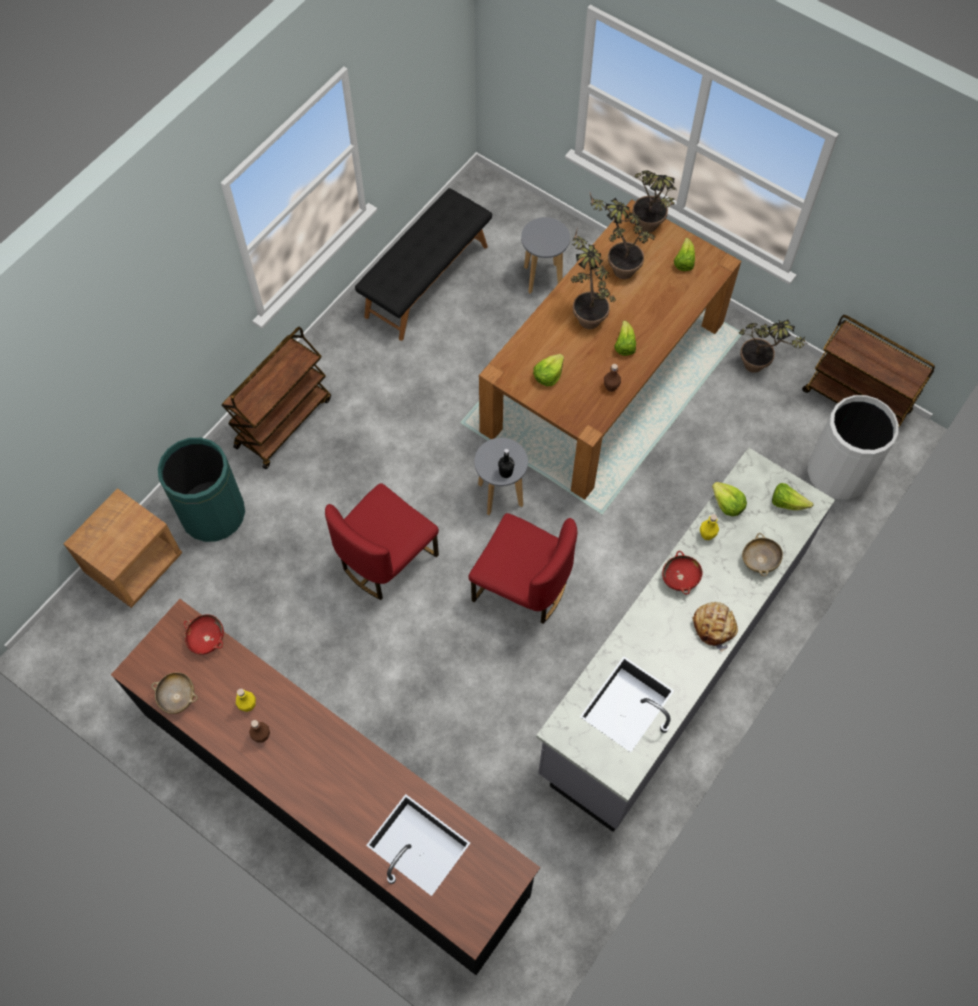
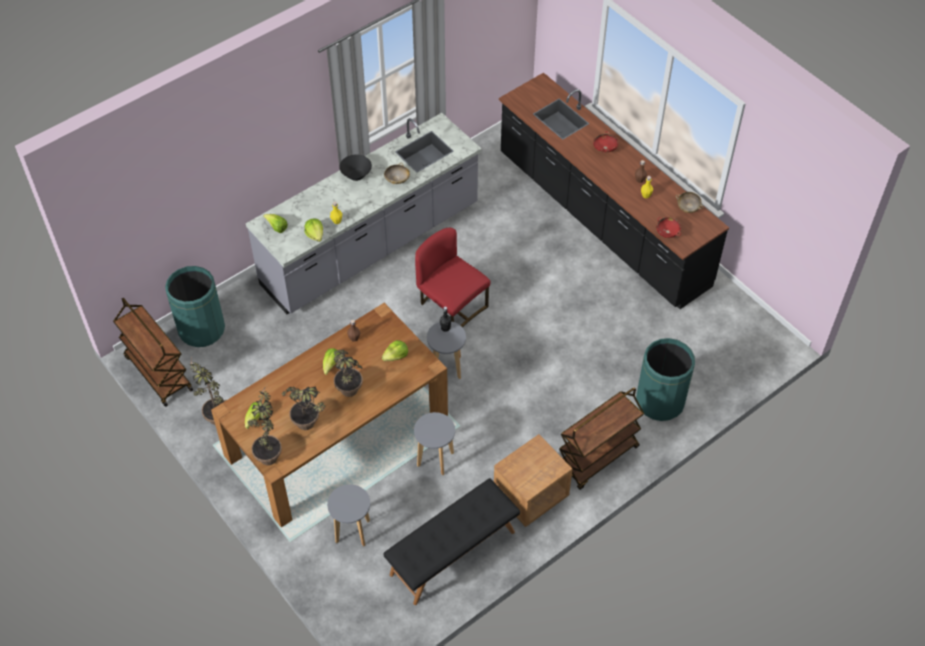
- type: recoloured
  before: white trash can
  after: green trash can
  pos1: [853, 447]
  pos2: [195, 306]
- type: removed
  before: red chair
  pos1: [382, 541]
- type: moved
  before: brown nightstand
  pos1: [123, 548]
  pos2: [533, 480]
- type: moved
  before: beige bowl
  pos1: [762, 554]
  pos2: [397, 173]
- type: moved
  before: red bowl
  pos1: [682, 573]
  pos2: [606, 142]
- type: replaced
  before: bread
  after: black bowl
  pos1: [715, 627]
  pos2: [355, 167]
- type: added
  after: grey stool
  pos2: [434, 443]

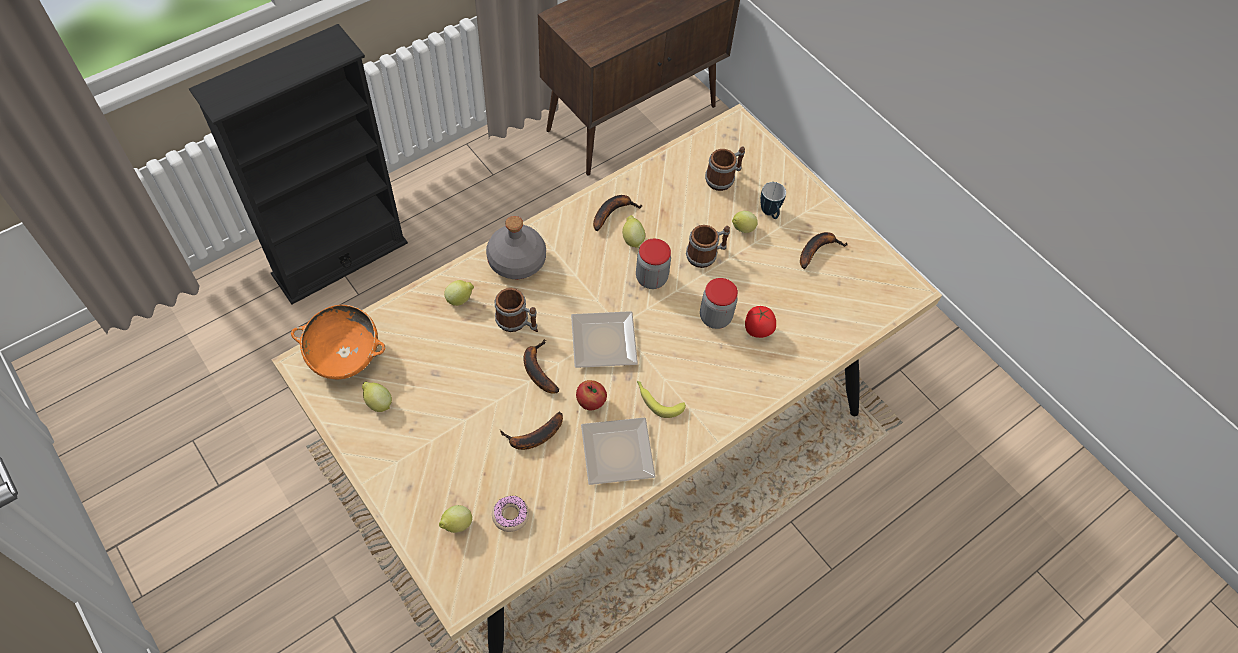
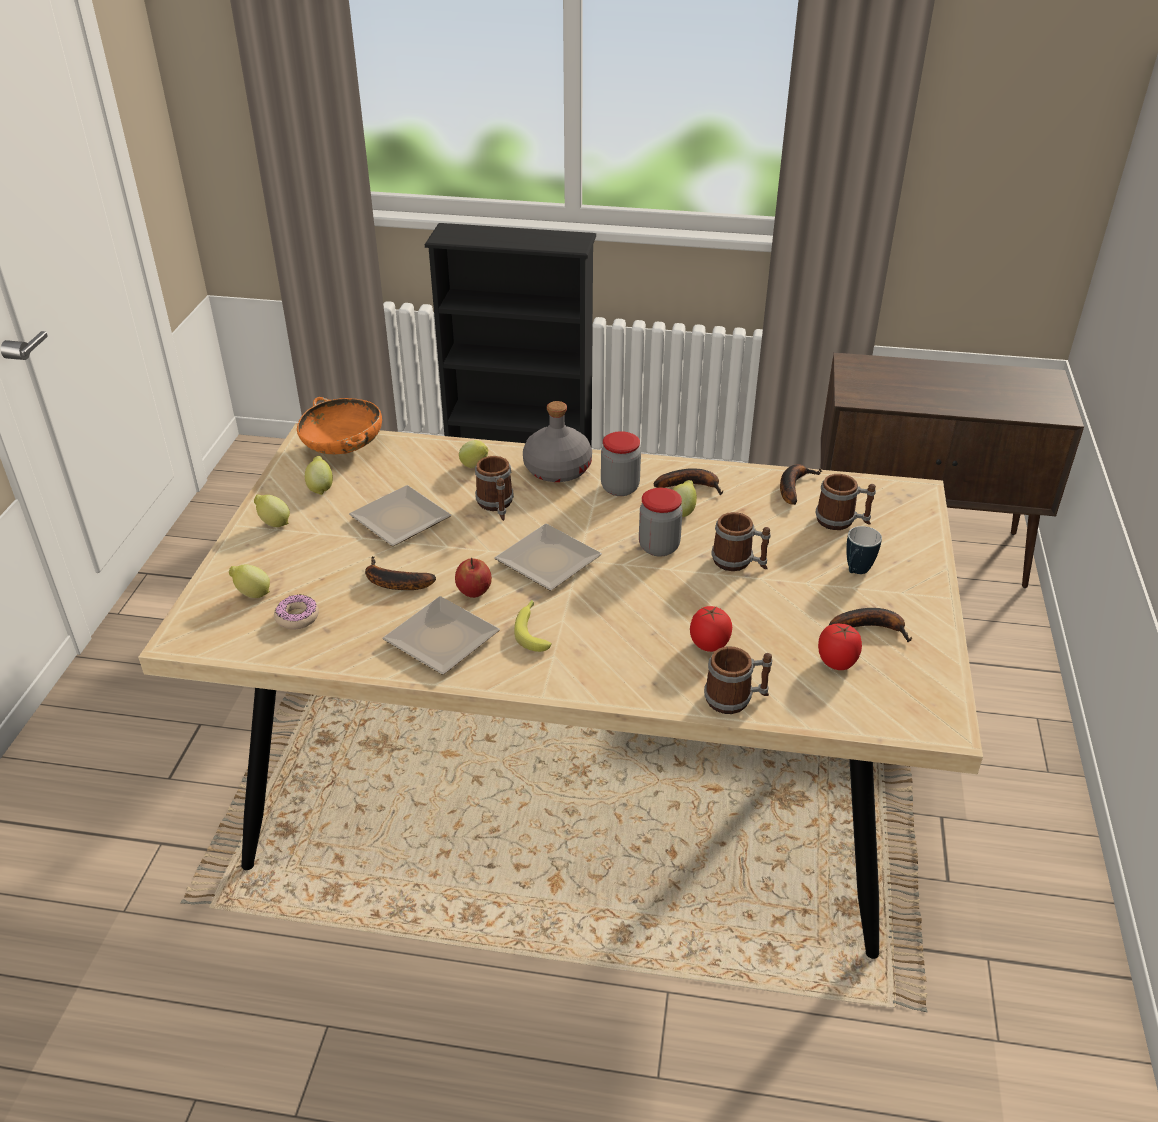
- type: moved
  before: lemon
  pos1: [745, 222]
  pos2: [272, 511]
- type: moved
  before: jar
  pos1: [719, 303]
  pos2: [621, 463]
- type: moved
  before: banana
  pos1: [541, 366]
  pos2: [801, 484]
- type: added
  after: plate
  pos2: [400, 515]
- type: added
  after: tomato
  pos2: [840, 647]
- type: added
  after: mug
  pos2: [738, 680]

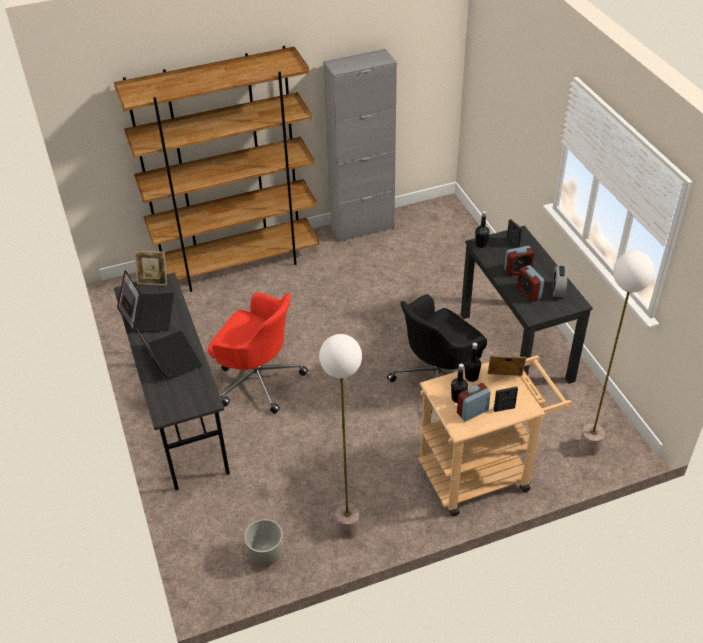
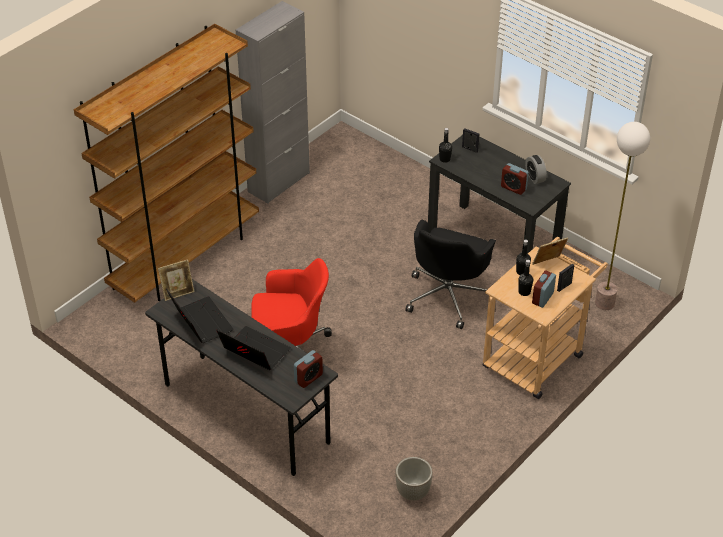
- type: moved
  before: alarm clock
  pos1: [519, 261]
  pos2: [308, 369]
- type: removed
  before: floor lamp
  pos1: [340, 436]

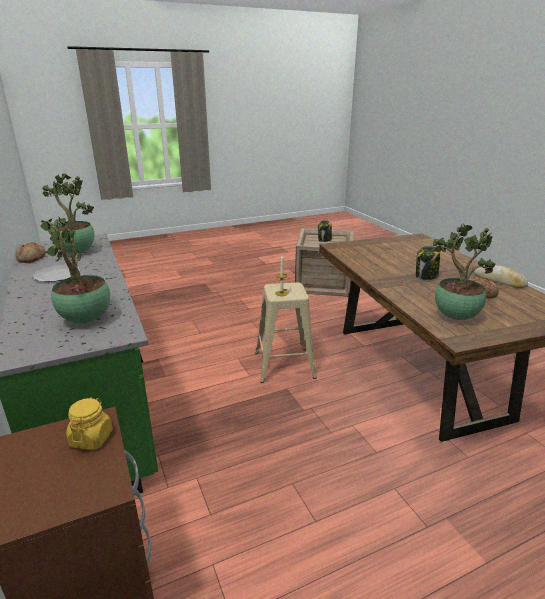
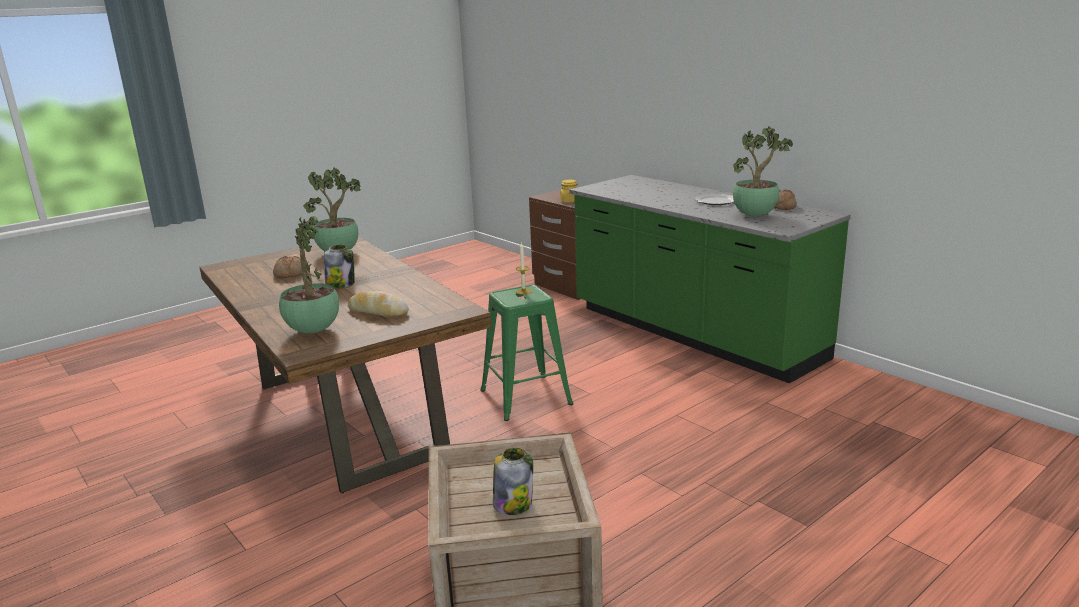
- type: moved
  before: potted plant
  pos1: [75, 269]
  pos2: [309, 274]
- type: moved
  before: bread
  pos1: [501, 276]
  pos2: [378, 304]
- type: recoloured
  before: beige stool
  after: green stool
  pos1: [286, 333]
  pos2: [526, 353]

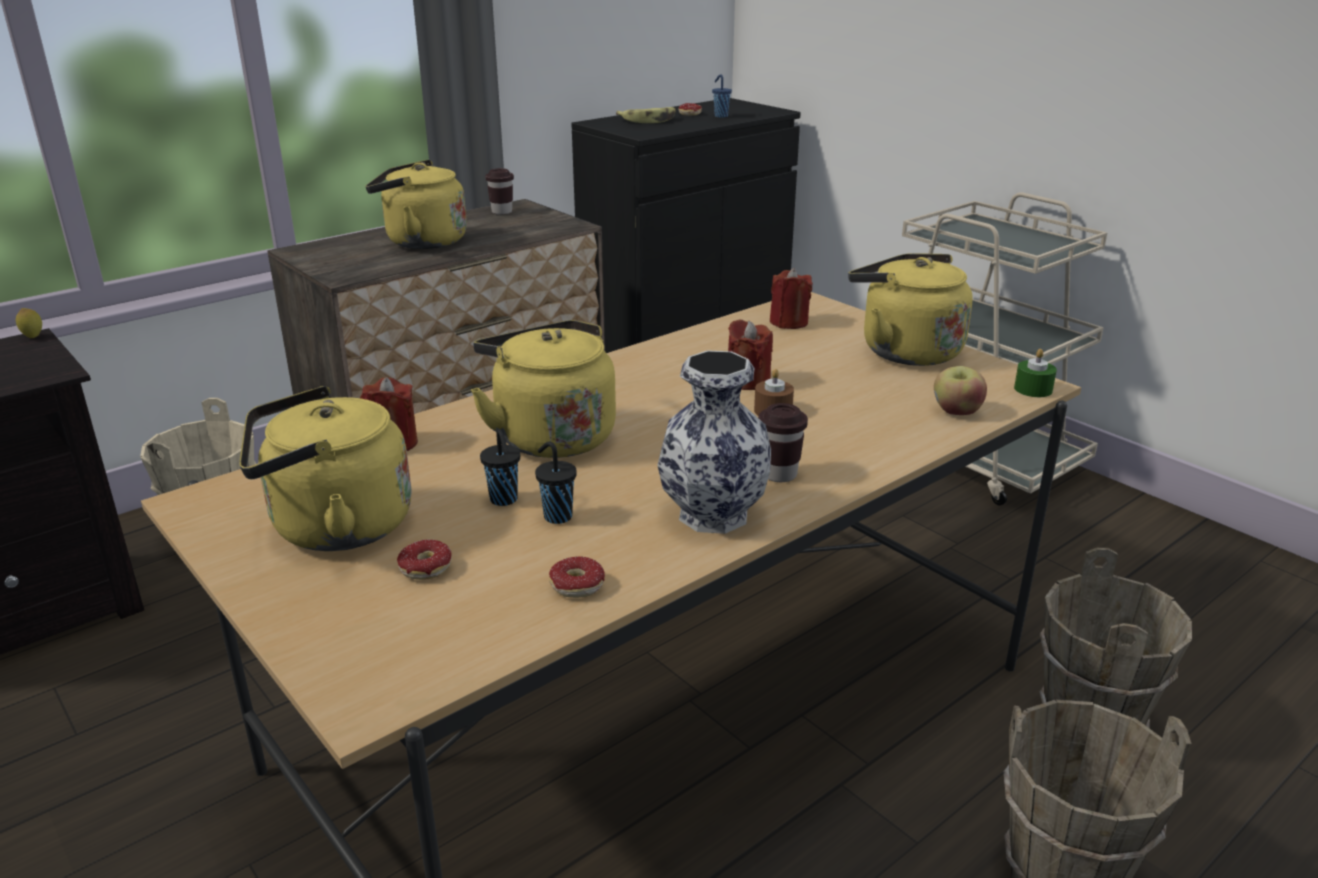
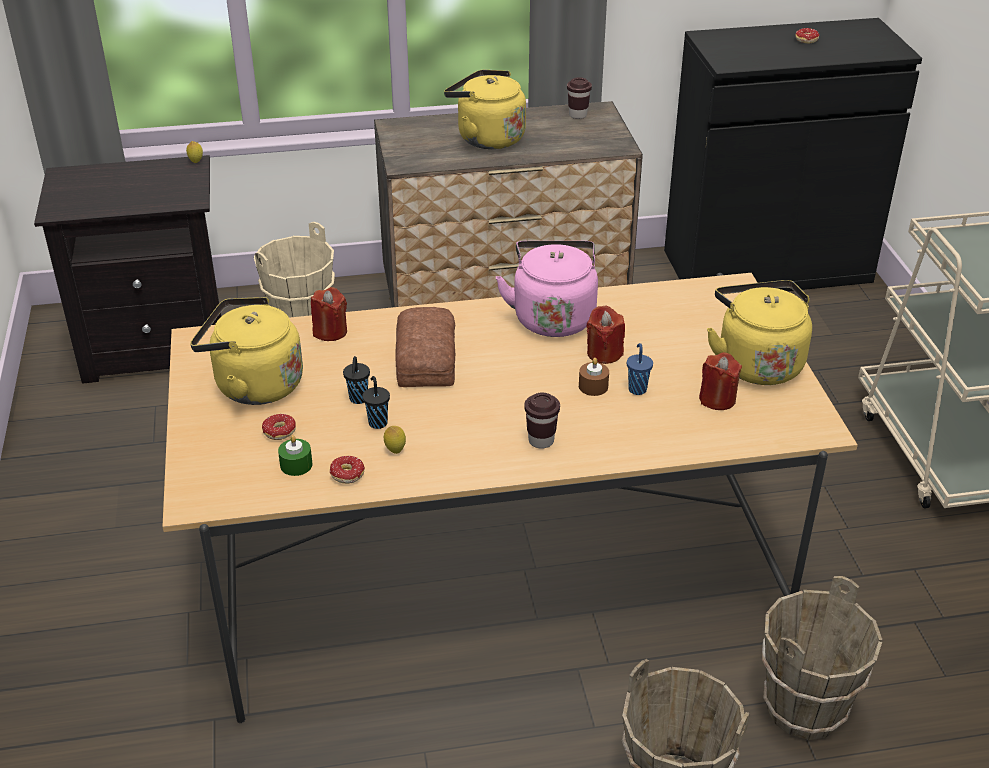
- type: moved
  before: blue cup
  pos1: [722, 95]
  pos2: [640, 369]
- type: removed
  before: banana
  pos1: [646, 115]
- type: moved
  before: red candle
  pos1: [791, 298]
  pos2: [720, 381]
- type: replaced
  before: yellow kettle
  after: bread
  pos1: [543, 389]
  pos2: [425, 347]
- type: moved
  before: green candle
  pos1: [1035, 373]
  pos2: [295, 455]
- type: removed
  before: vase
  pos1: [714, 442]
- type: removed
  before: apple
  pos1: [960, 390]
- type: added
  after: pink kettle
  pos2: [547, 289]
- type: added
  after: lemon
  pos2: [395, 440]

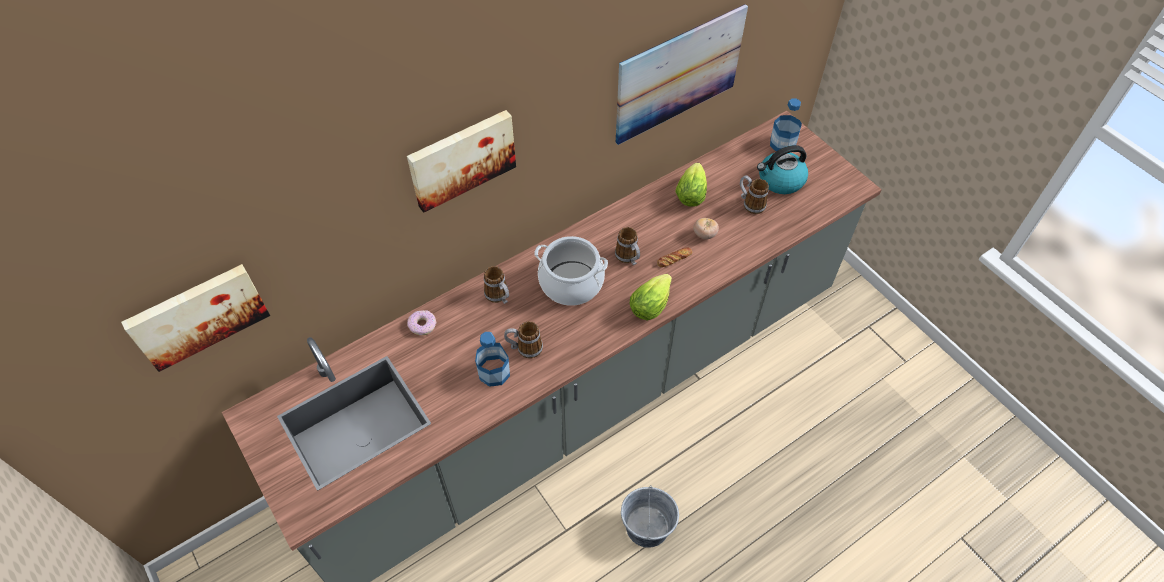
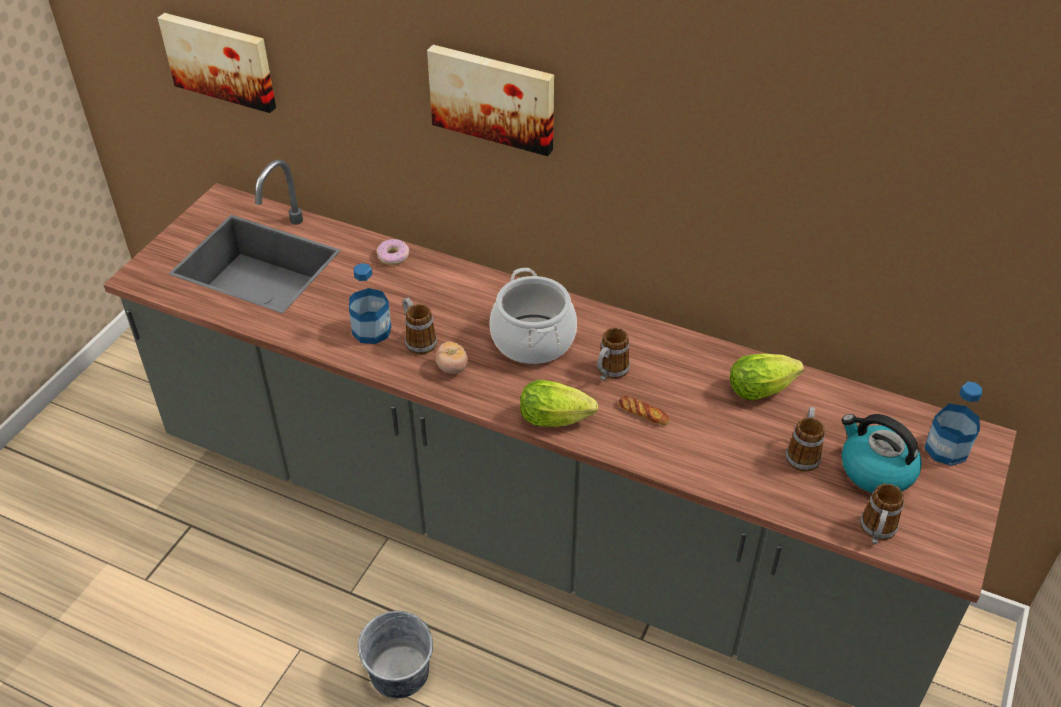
- type: removed
  before: picture
  pos1: [682, 74]
- type: moved
  before: tomato
  pos1: [706, 228]
  pos2: [452, 357]
- type: moved
  before: mug
  pos1: [496, 285]
  pos2: [882, 514]

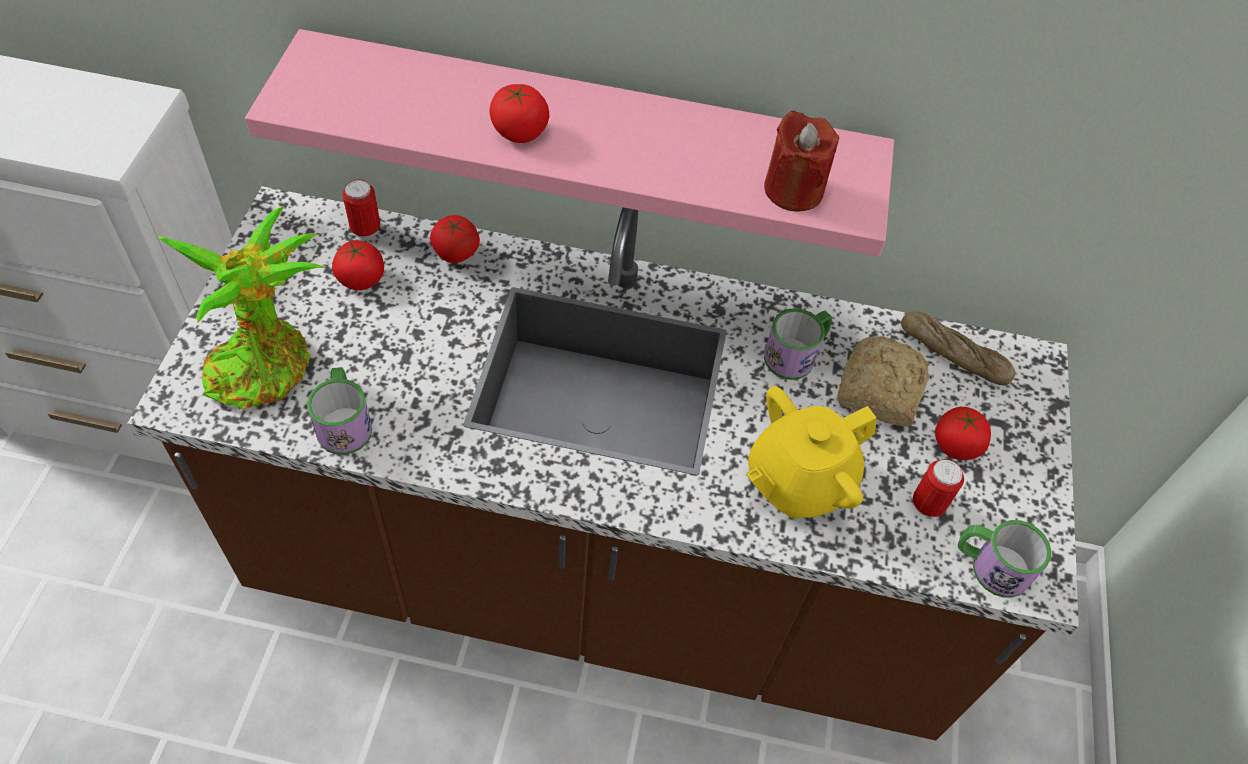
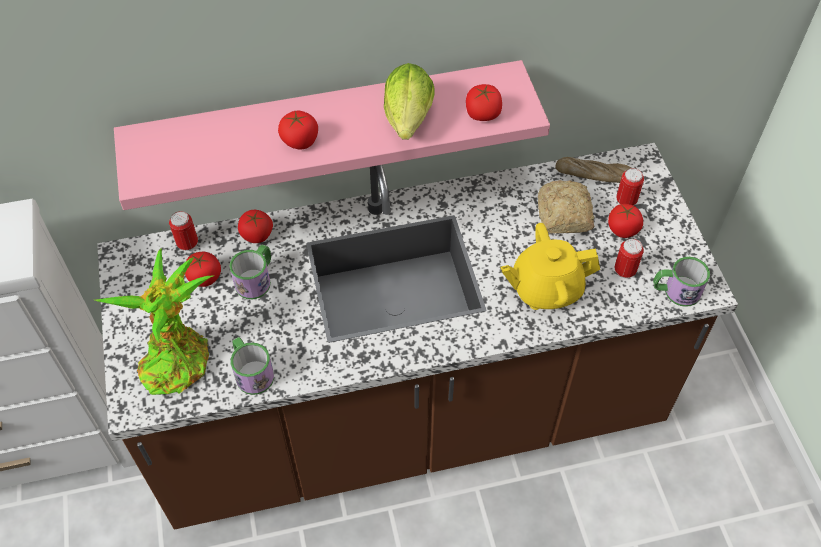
- type: replaced
  before: red candle
  after: tomato
  pos1: [801, 161]
  pos2: [484, 102]
- type: moved
  before: mug
  pos1: [798, 344]
  pos2: [250, 271]
- type: turned
  before: yellow teapot
  pos1: [811, 452]
  pos2: [550, 266]
  turn: 45
- type: added
  after: lettuce
  pos2: [409, 101]
- type: added
  after: can
  pos2: [630, 186]

